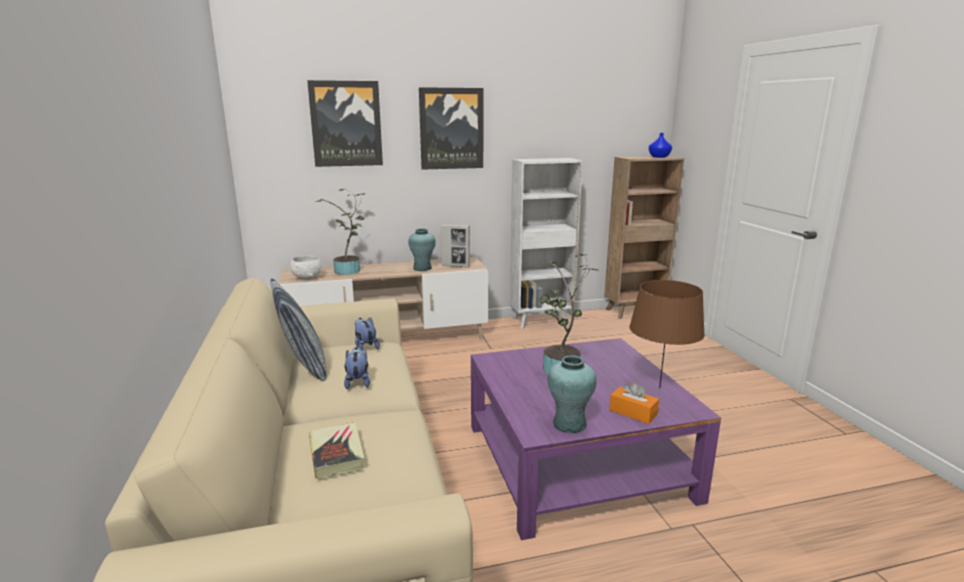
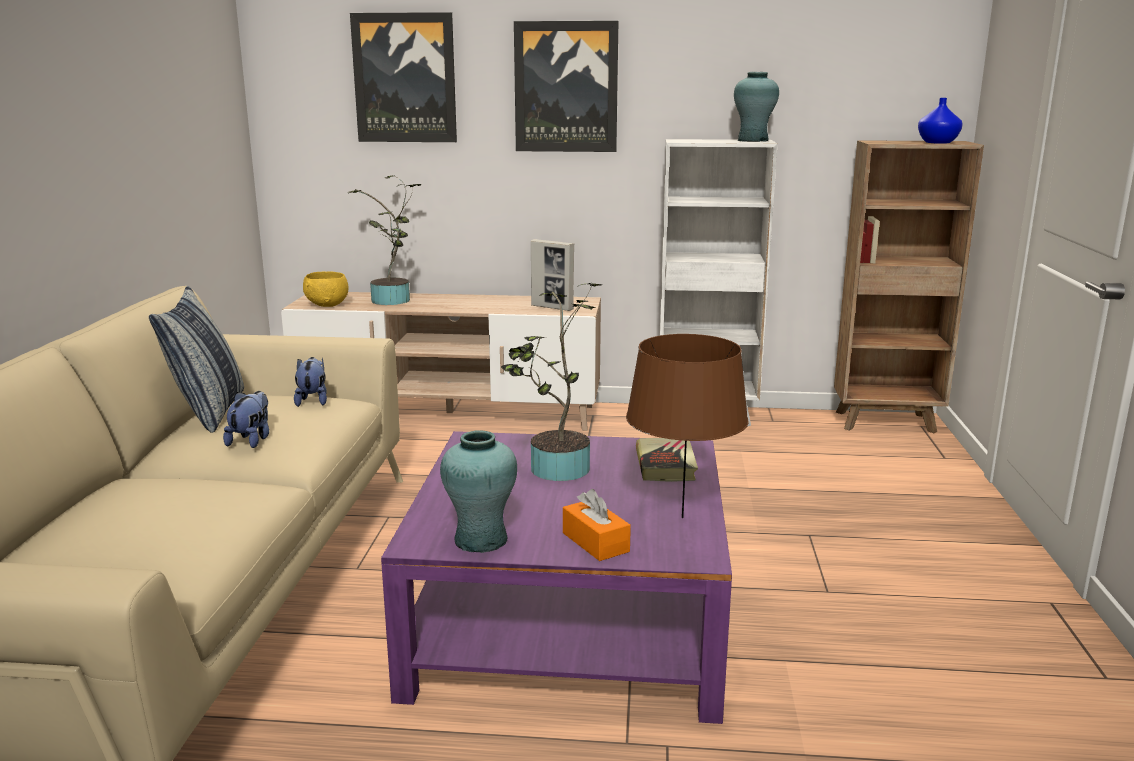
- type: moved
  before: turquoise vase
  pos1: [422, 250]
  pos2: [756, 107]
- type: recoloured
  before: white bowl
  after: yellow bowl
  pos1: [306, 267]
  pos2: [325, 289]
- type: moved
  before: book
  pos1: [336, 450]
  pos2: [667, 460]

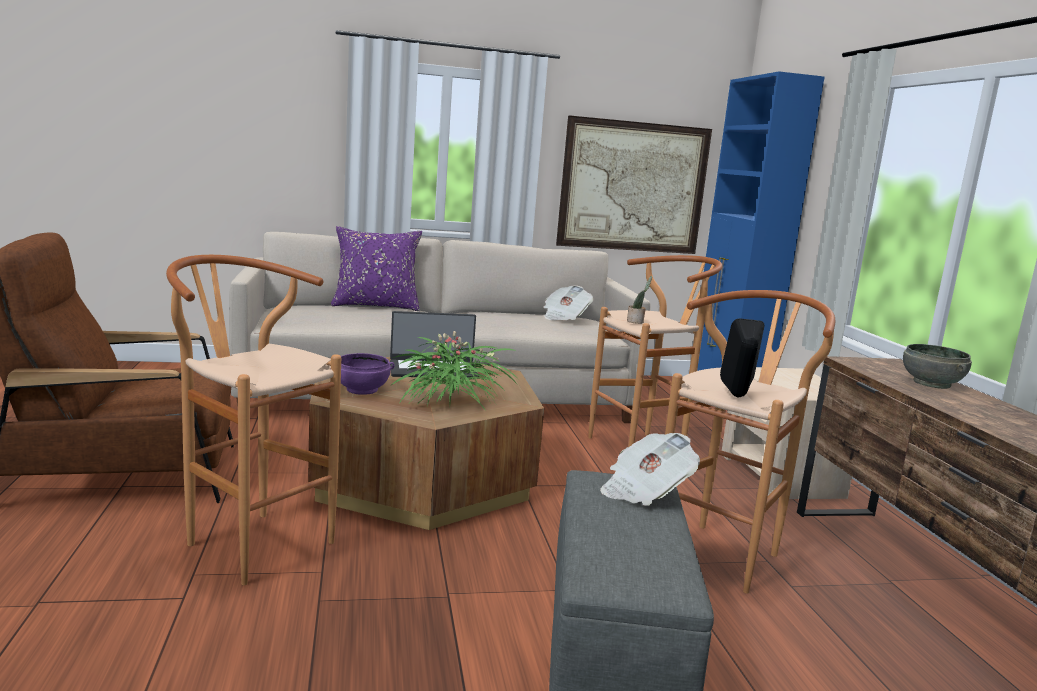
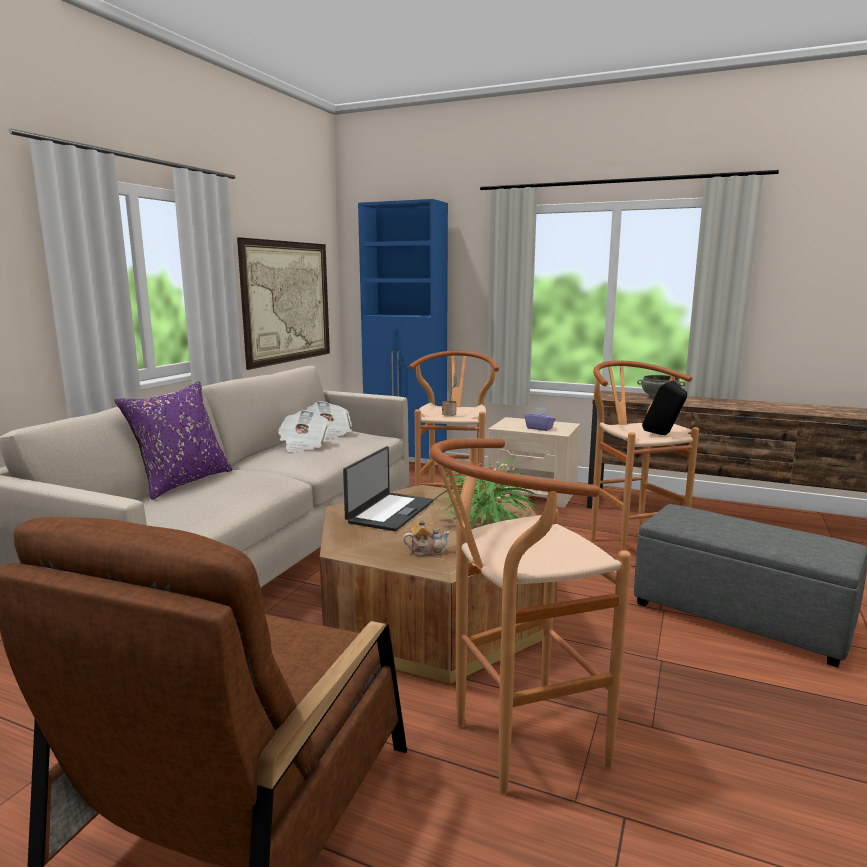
- type: replaced
  before: purple bowl
  after: teapot
  pos1: [368, 374]
  pos2: [426, 537]
- type: moved
  before: newspaper
  pos1: [650, 469]
  pos2: [304, 431]
- type: added
  after: purple tissue box
  pos2: [539, 419]

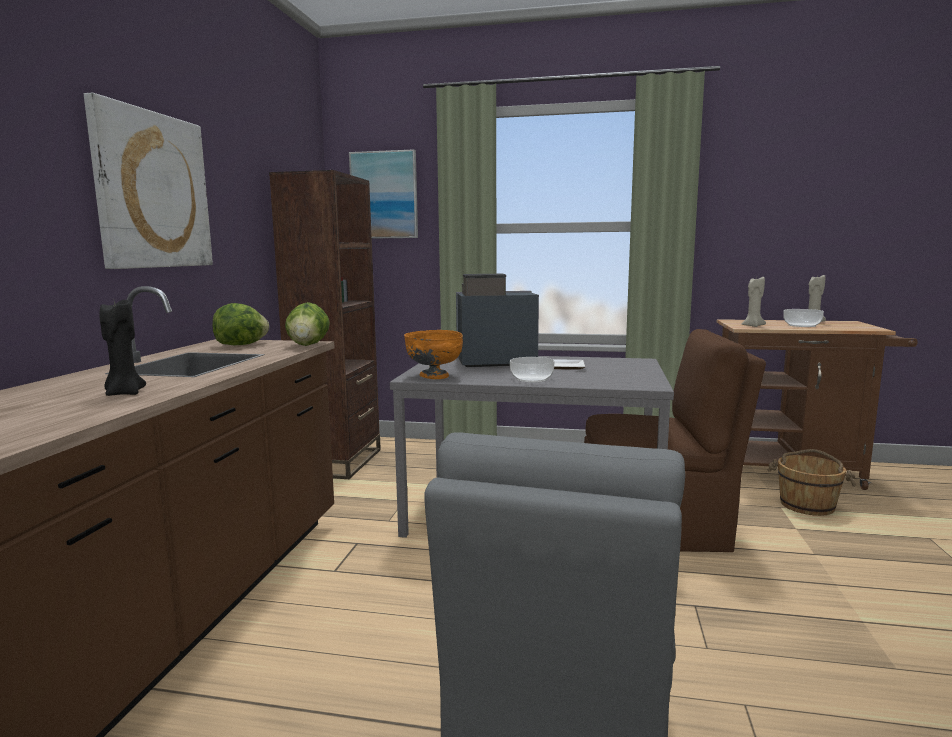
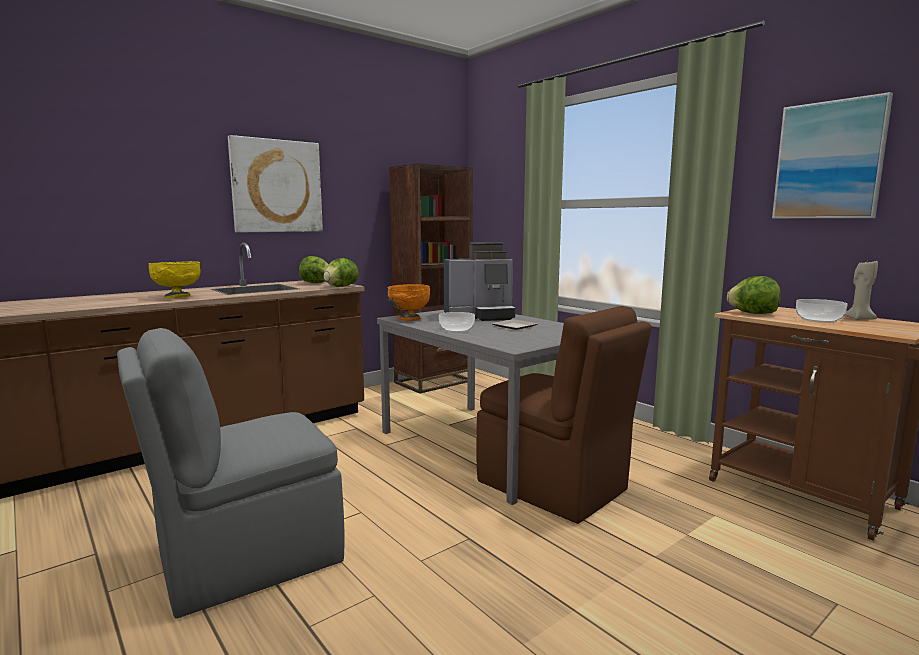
- type: moved
  before: picture
  pos1: [383, 194]
  pos2: [832, 155]
- type: turned
  before: coffee machine
  pos1: [497, 320]
  pos2: [479, 281]
  turn: 135
- type: replaced
  before: beige candle
  after: lettuce
  pos1: [754, 302]
  pos2: [754, 295]
- type: replaced
  before: black candle
  after: yellow bowl
  pos1: [123, 348]
  pos2: [175, 280]
- type: removed
  before: brown bucket
  pos1: [812, 482]

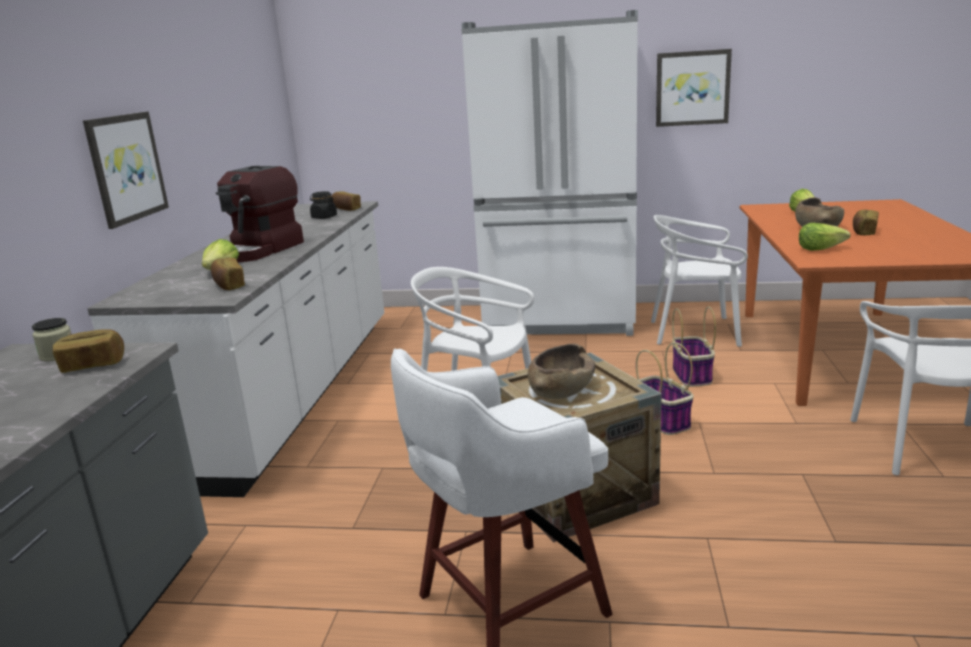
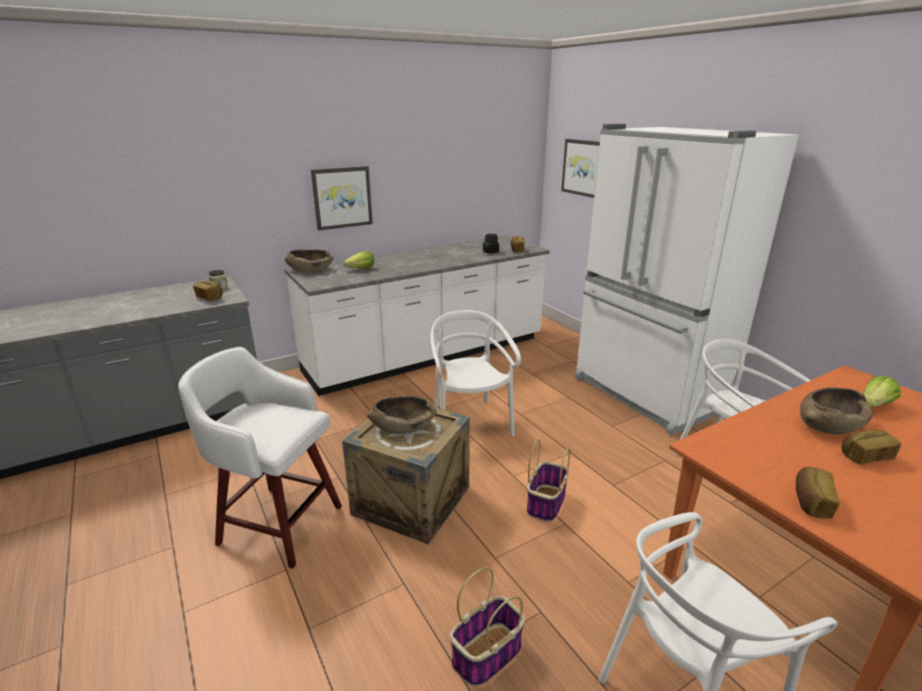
- type: moved
  before: picture
  pos1: [694, 88]
  pos2: [580, 168]
- type: removed
  before: coffee machine
  pos1: [260, 214]
- type: removed
  before: lettuce
  pos1: [825, 237]
- type: moved
  before: bread
  pos1: [228, 274]
  pos2: [818, 493]
- type: moved
  before: basket
  pos1: [694, 346]
  pos2: [487, 627]
- type: added
  after: brown bowl
  pos2: [308, 260]

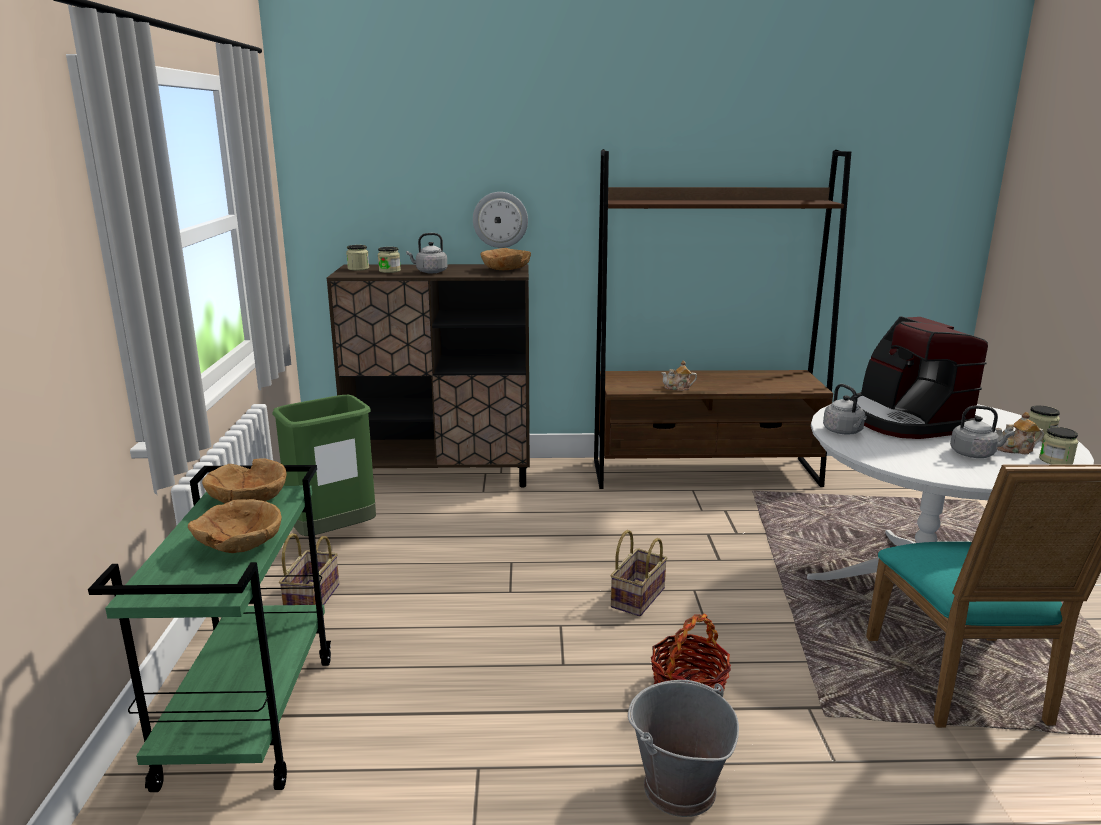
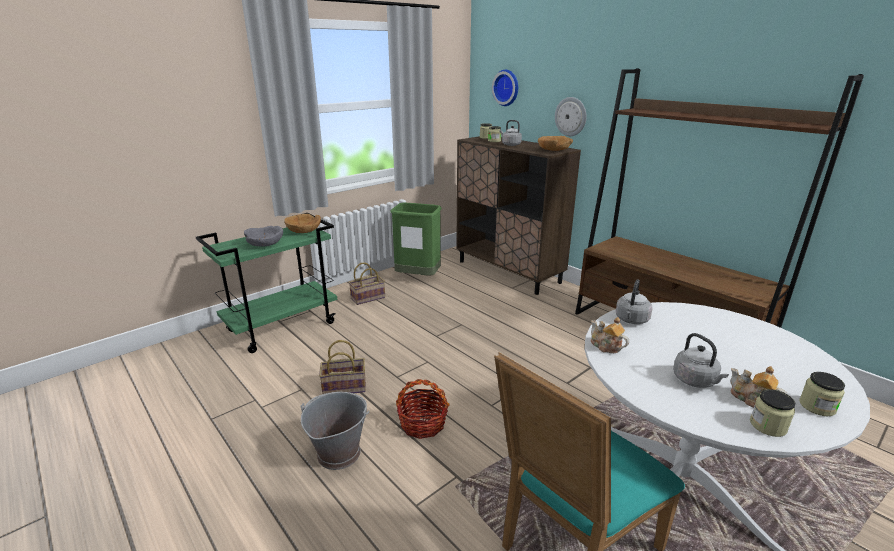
- type: removed
  before: coffee machine
  pos1: [918, 377]
- type: moved
  before: teapot
  pos1: [679, 376]
  pos2: [610, 335]
- type: recoloured
  before: brown bowl
  after: grey bowl
  pos1: [235, 526]
  pos2: [263, 236]
- type: moved
  before: basket
  pos1: [638, 573]
  pos2: [342, 367]
- type: added
  after: wall clock
  pos2: [505, 88]

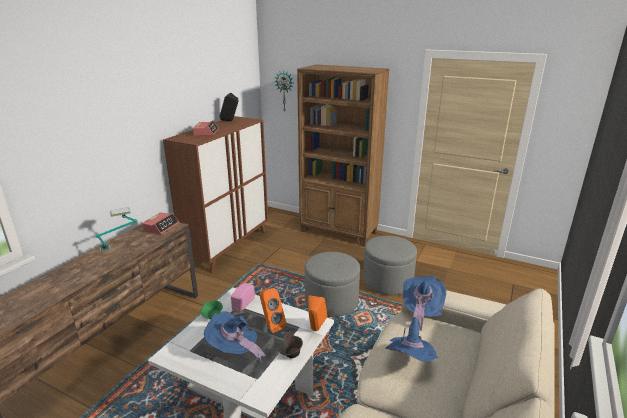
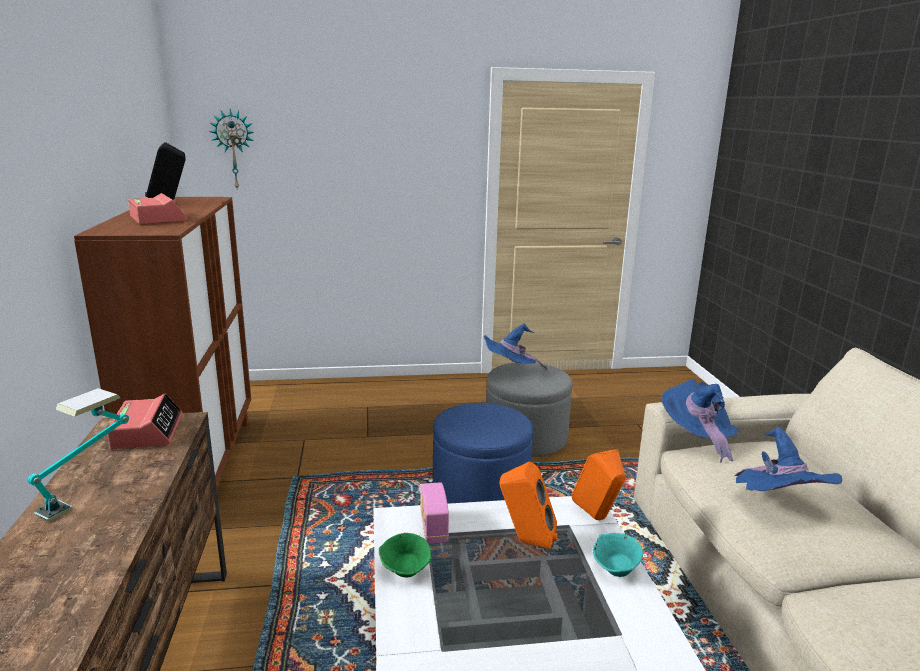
- type: removed
  before: brown bookcase
  pos1: [343, 156]
- type: recoloured
  before: grey ottoman
  after: blue ottoman
  pos1: [332, 284]
  pos2: [483, 453]
- type: moved
  before: blue hat
  pos1: [234, 336]
  pos2: [515, 347]
- type: recoloured
  before: brown bowl
  after: turquoise bowl
  pos1: [290, 347]
  pos2: [618, 555]

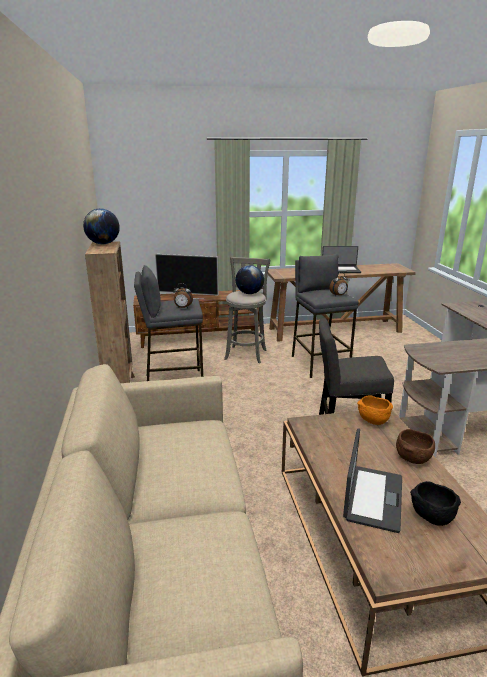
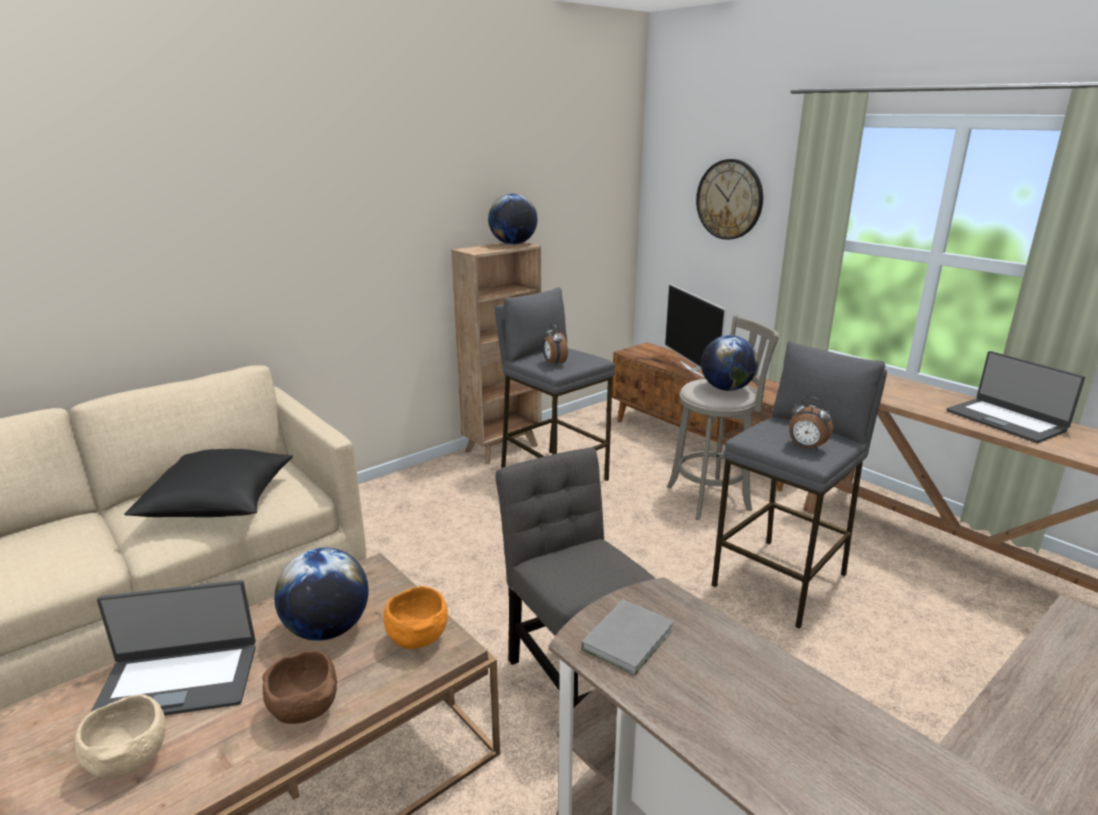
- type: recoloured
  before: black bowl
  after: beige bowl
  pos1: [435, 503]
  pos2: [120, 736]
- type: added
  after: wall clock
  pos2: [729, 199]
- type: added
  after: black pillow
  pos2: [208, 483]
- type: added
  after: globe
  pos2: [321, 594]
- type: added
  after: grey book
  pos2: [627, 637]

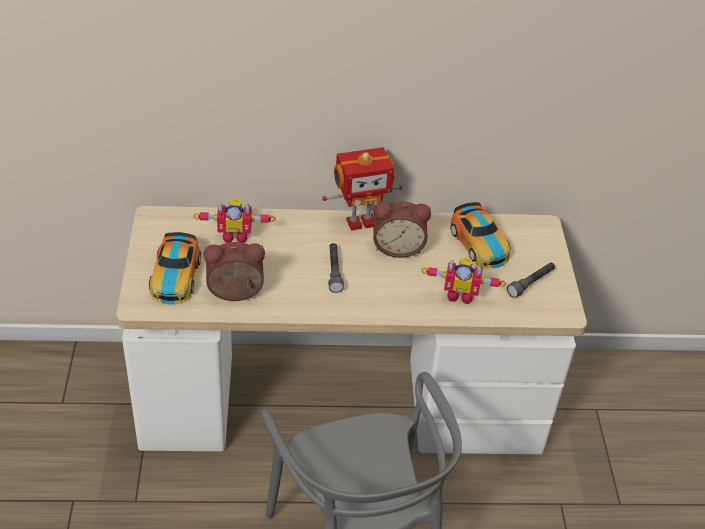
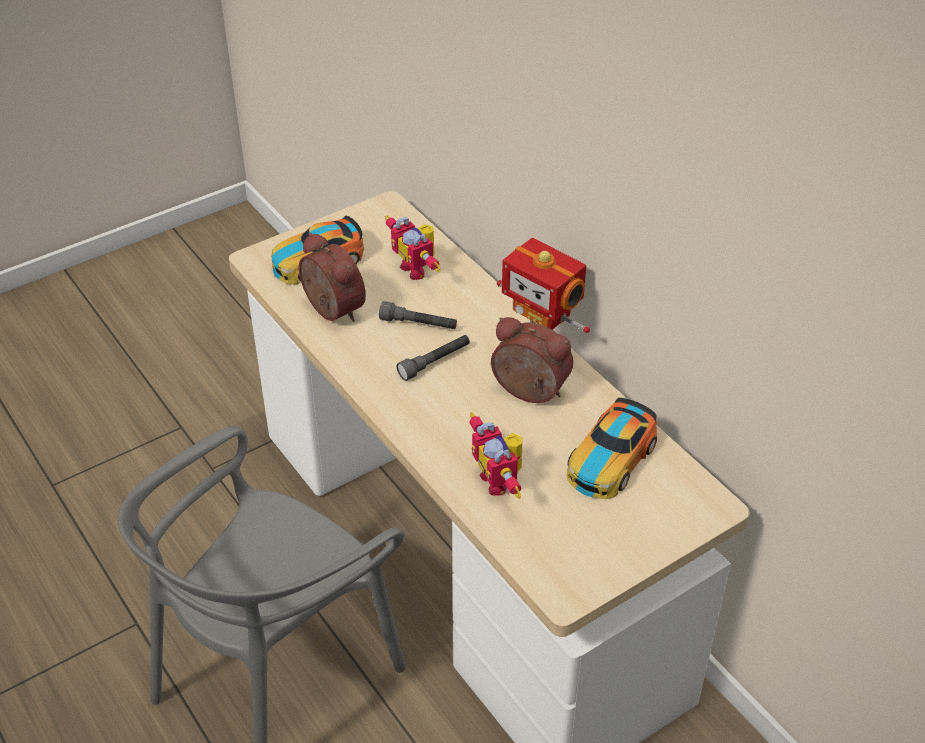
- type: turned
  before: alarm clock
  pos1: [402, 229]
  pos2: [532, 360]
  turn: 150
- type: moved
  before: grey flashlight
  pos1: [531, 280]
  pos2: [418, 315]

